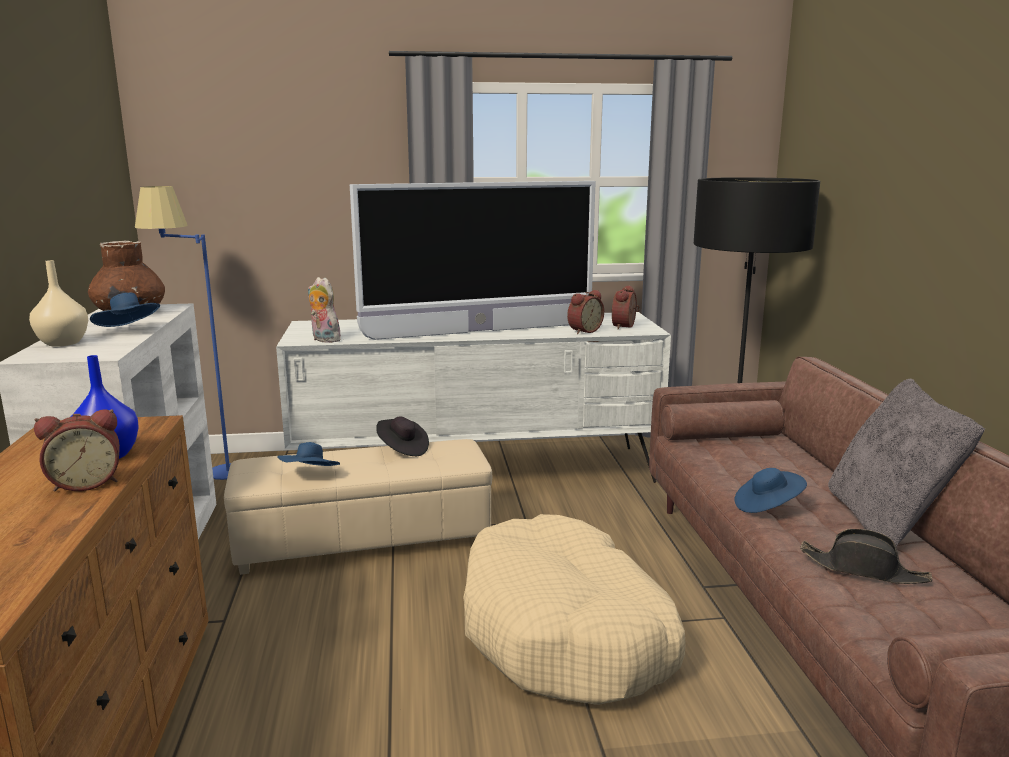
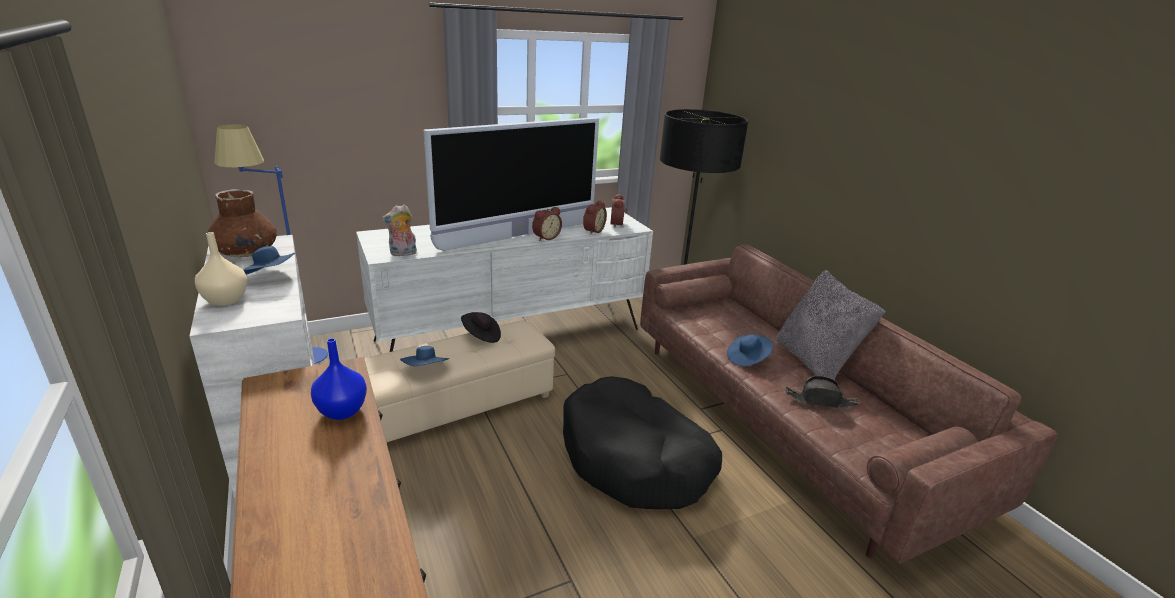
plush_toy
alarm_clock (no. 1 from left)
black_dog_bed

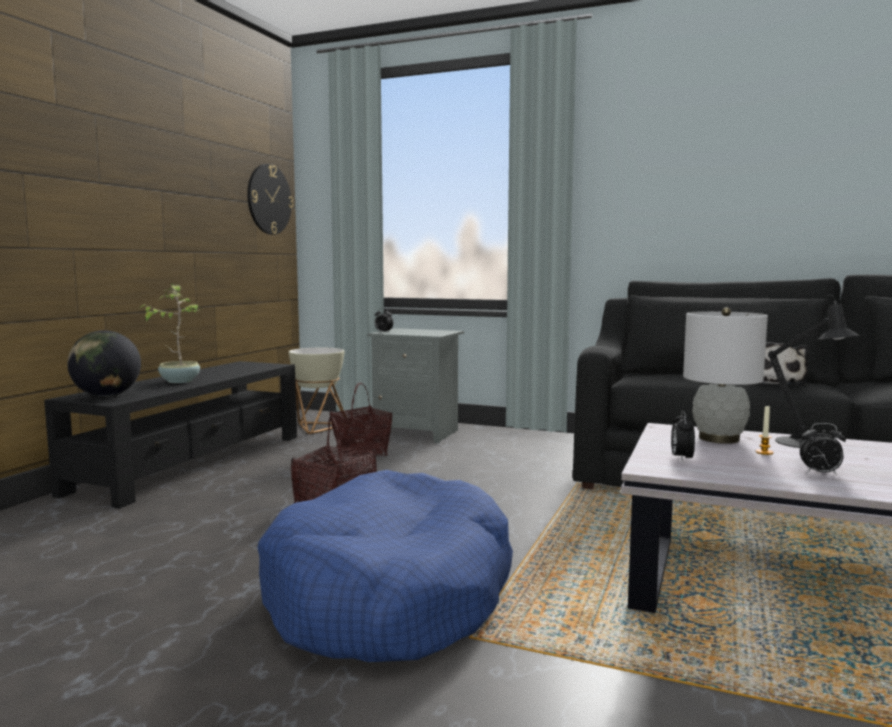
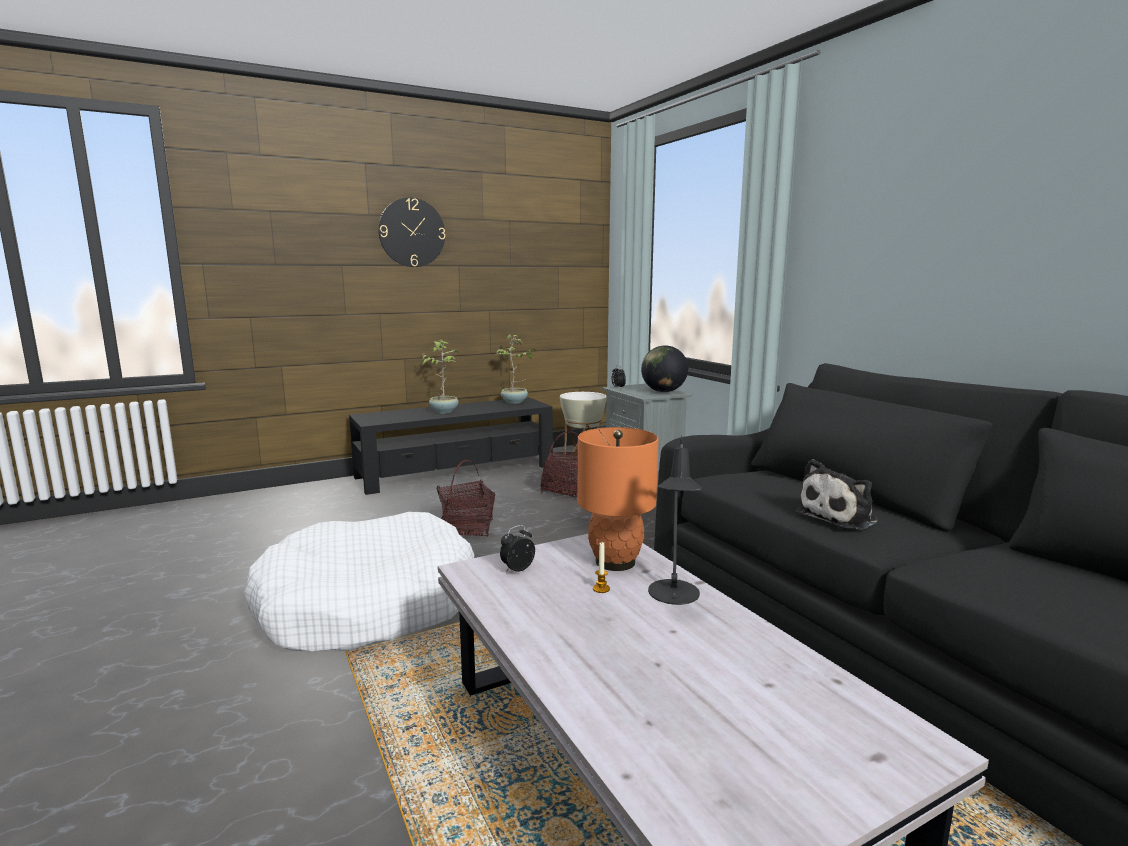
white_dog_bed
wall_clock
potted_plant (no. 2 from left)
orange_table_lamp
globe
alarm_clock (no. 3 from left in the first image)

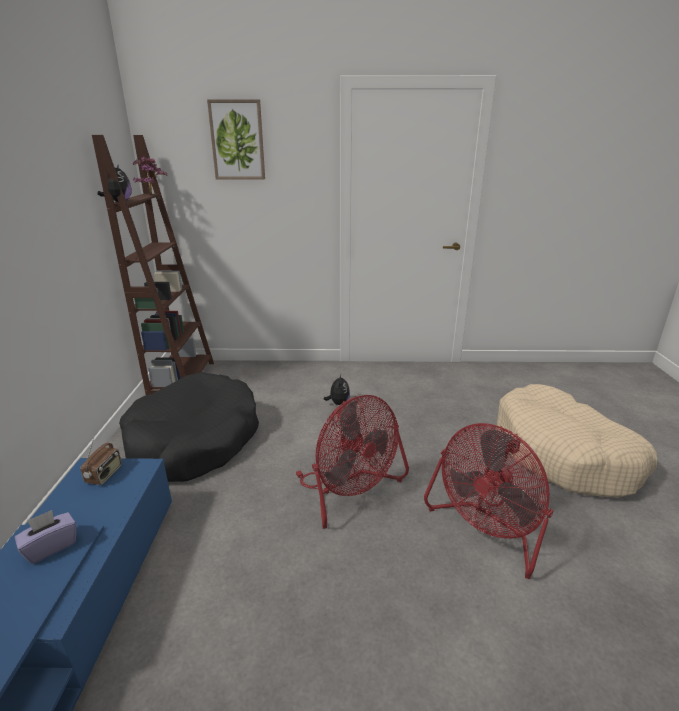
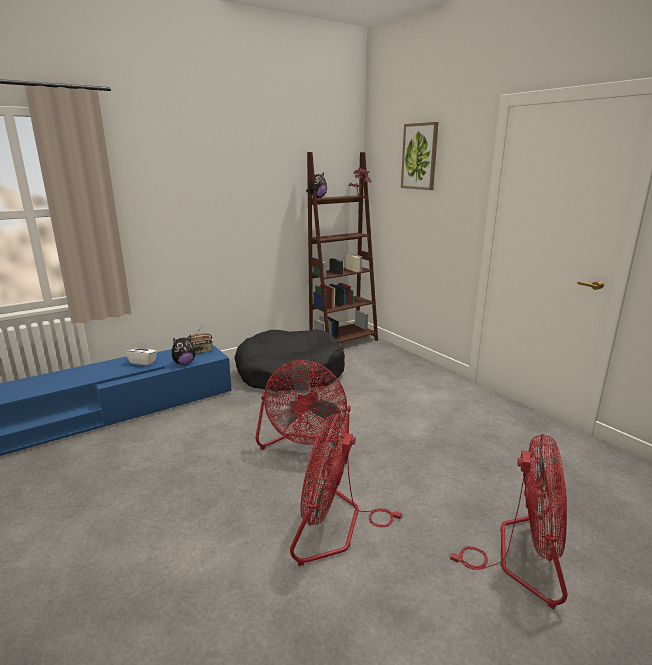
white_tissue_box
plush_toy (no. 1 from left)
red_fan (no. 3 from left)

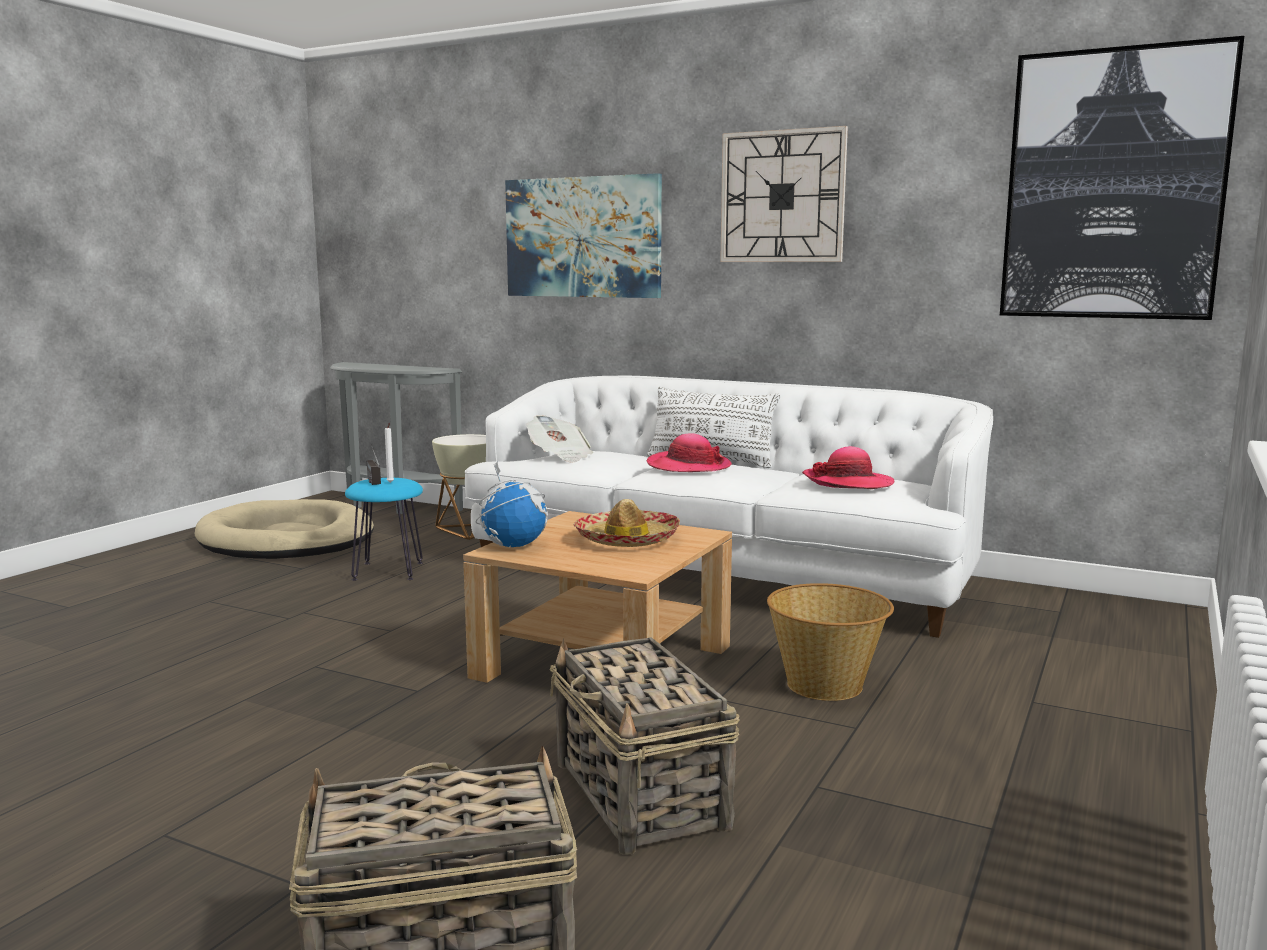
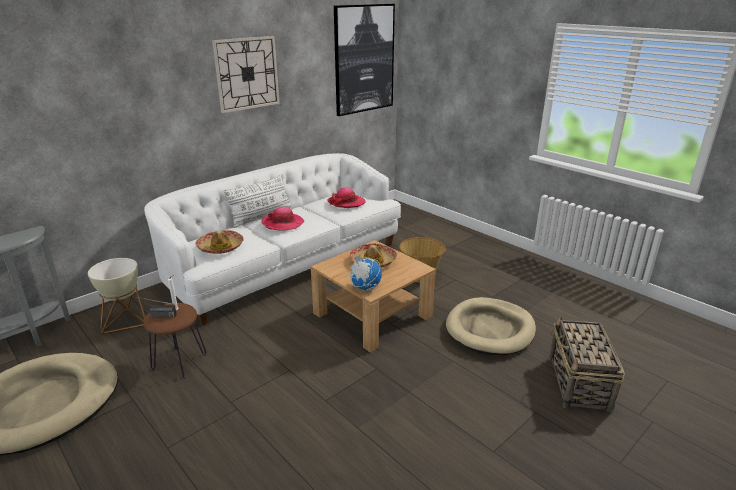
brown_stool
hat (no. 1 from left)
beige_dog_bed (no. 2 from left)
picture (no. 1 from left in the first image)

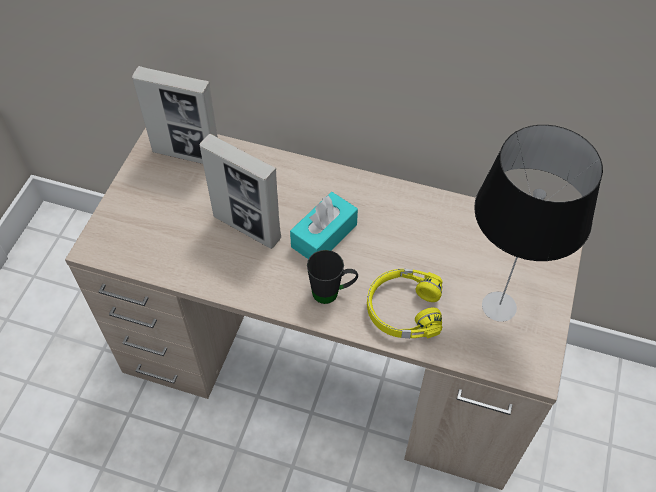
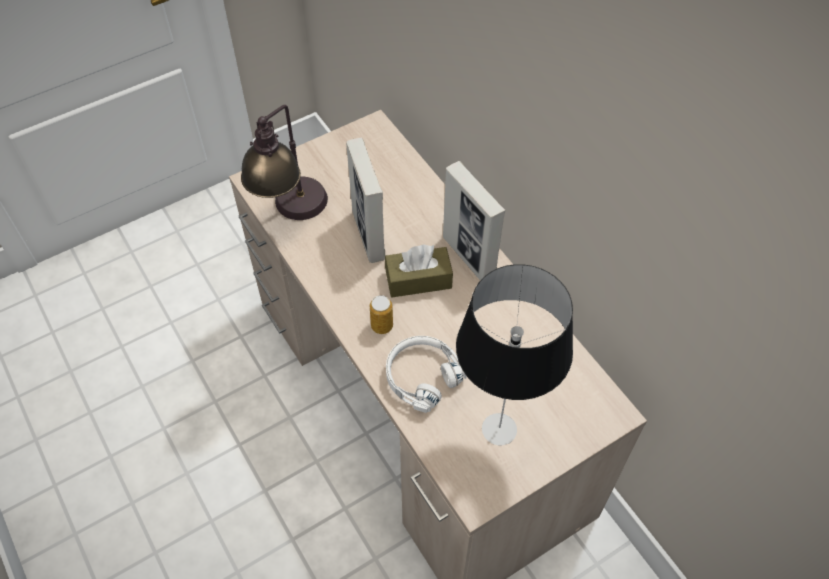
table_lamp (no. 1 from left)
can
brown_tissue_box
white_headphones
picture_frame (no. 2 from left)

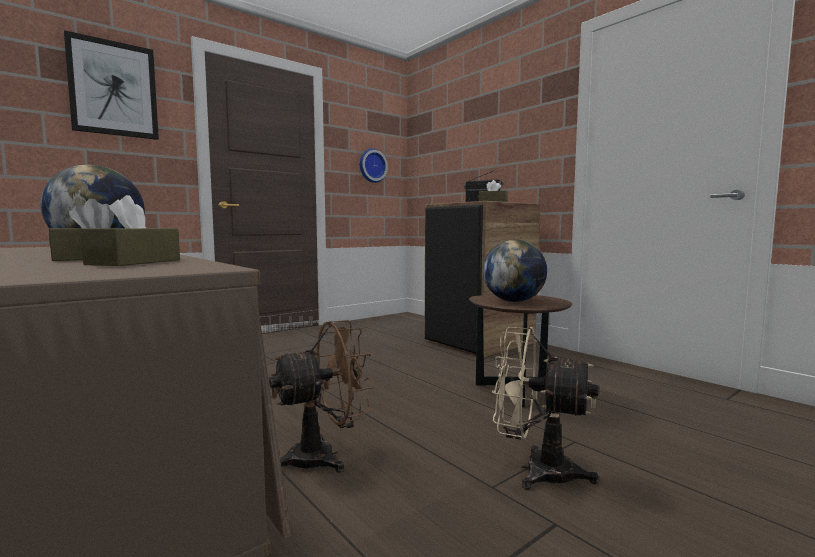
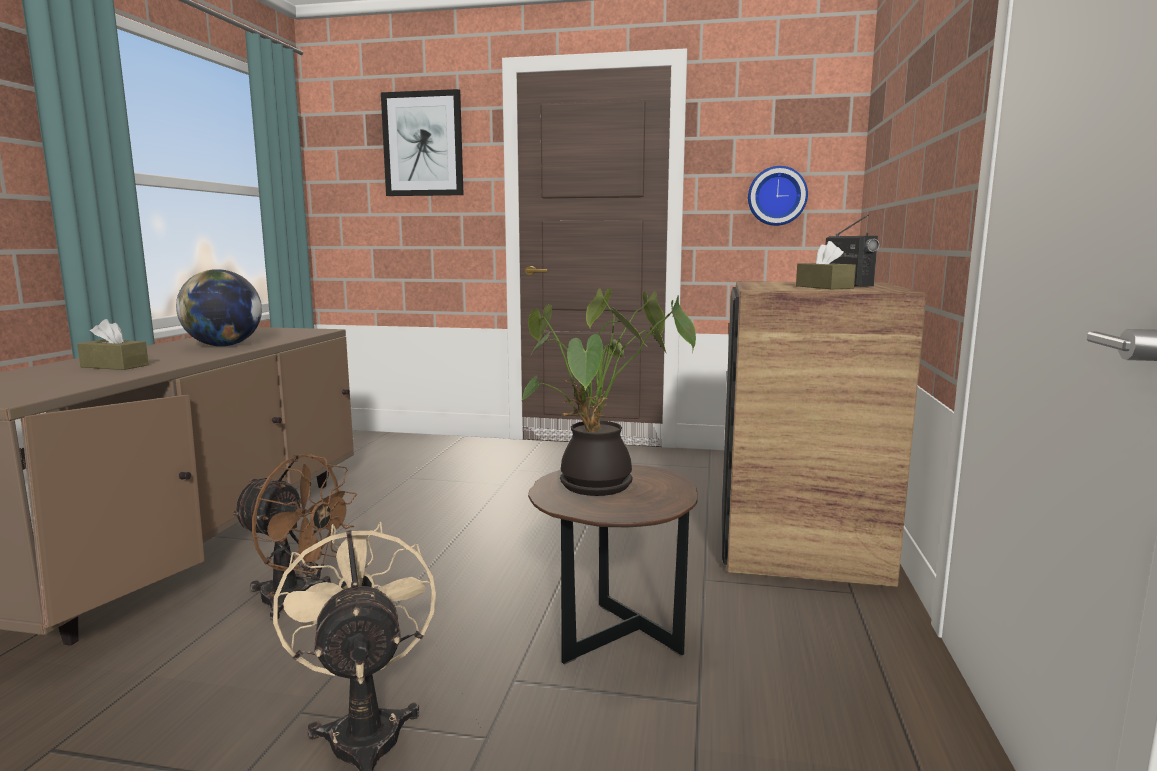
potted_plant
brown_tissue_box (no. 2 from left in the first image)

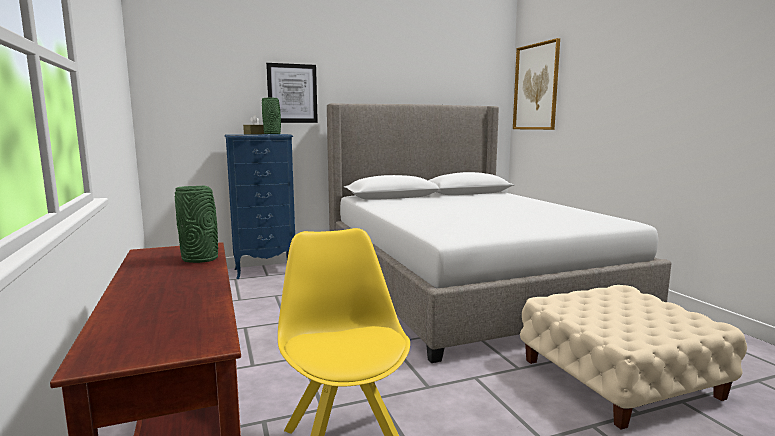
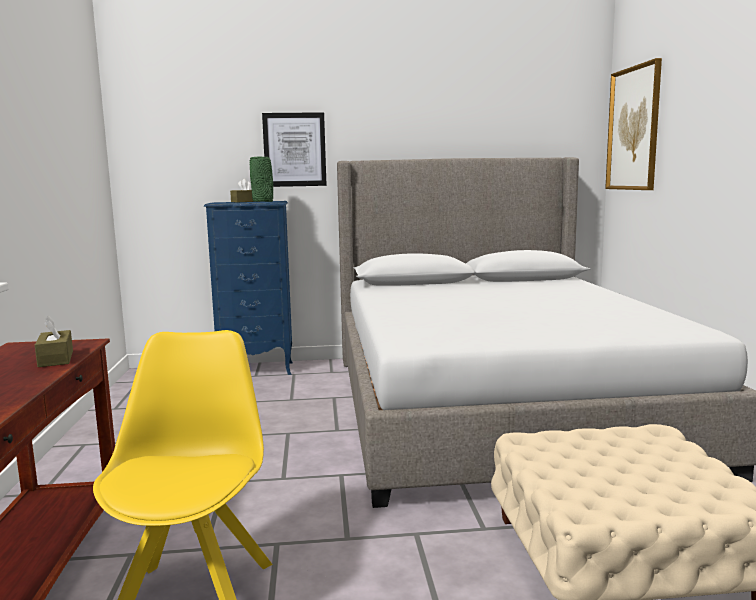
brown_tissue_box (no. 1 from left)

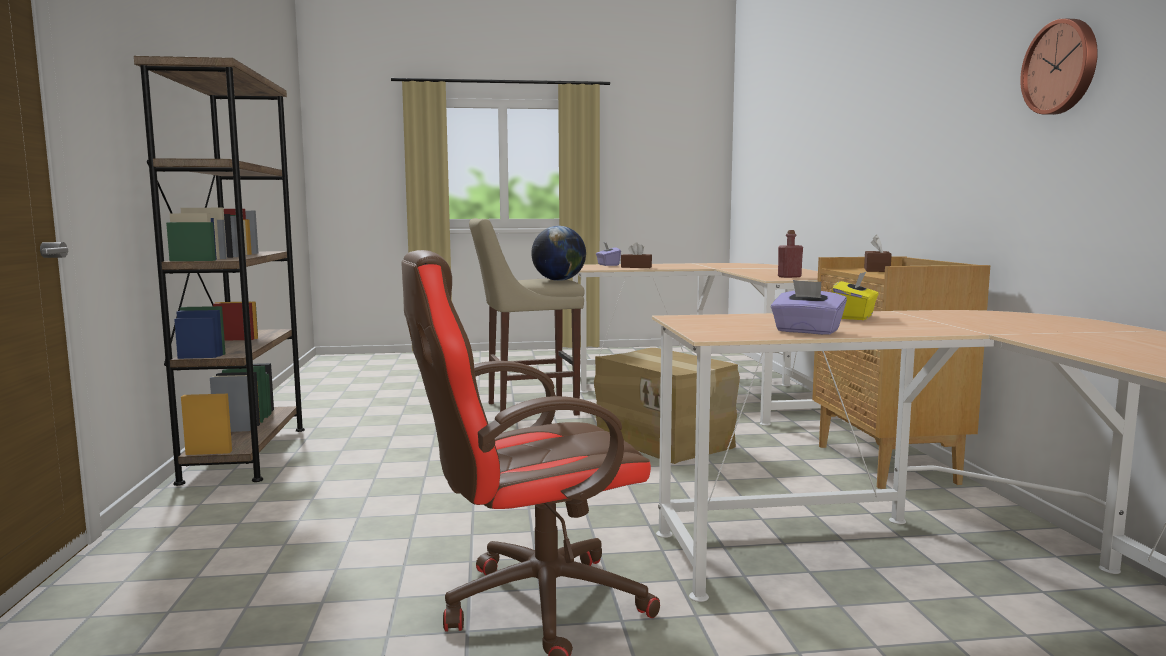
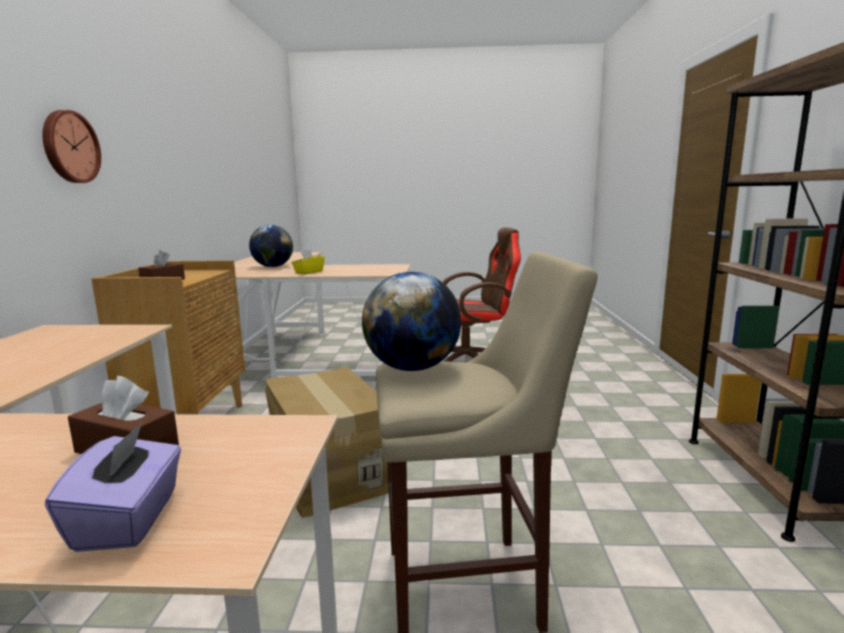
wall_clock
globe (no. 1 from left)
purple_tissue_box (no. 2 from left in the first image)
red_bottle

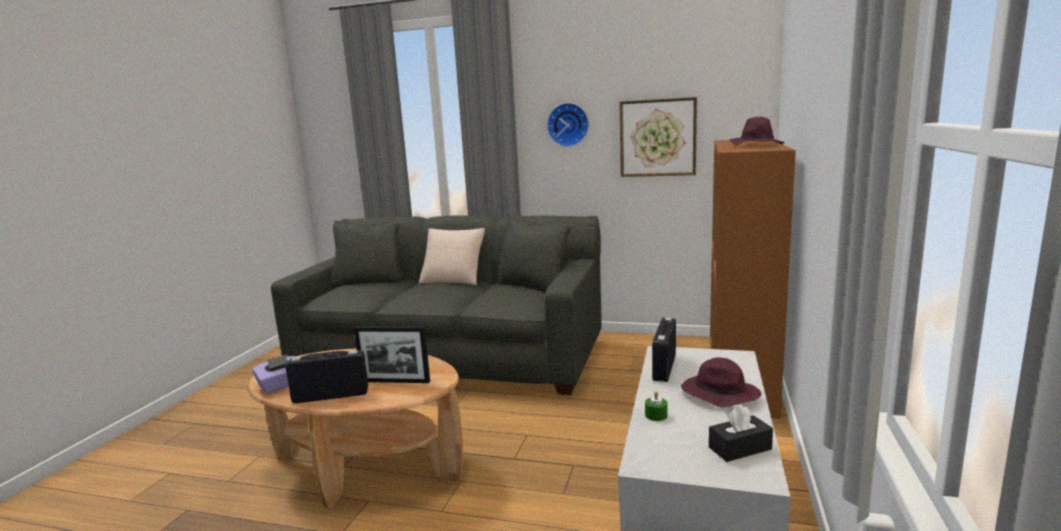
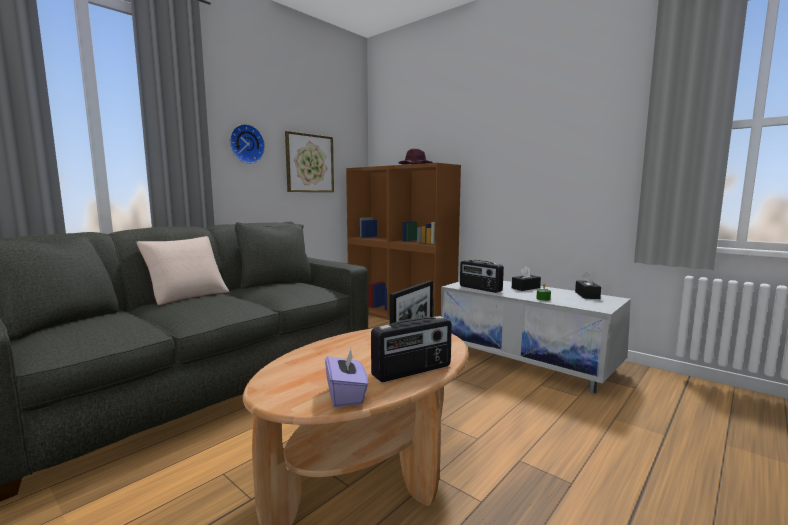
radio (no. 1 from left)
black_tissue_box (no. 1 from left)

